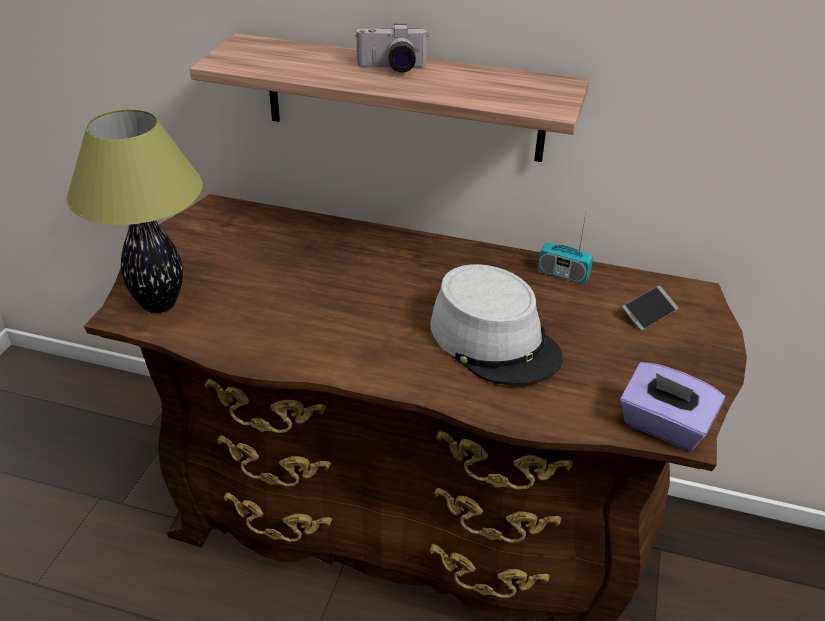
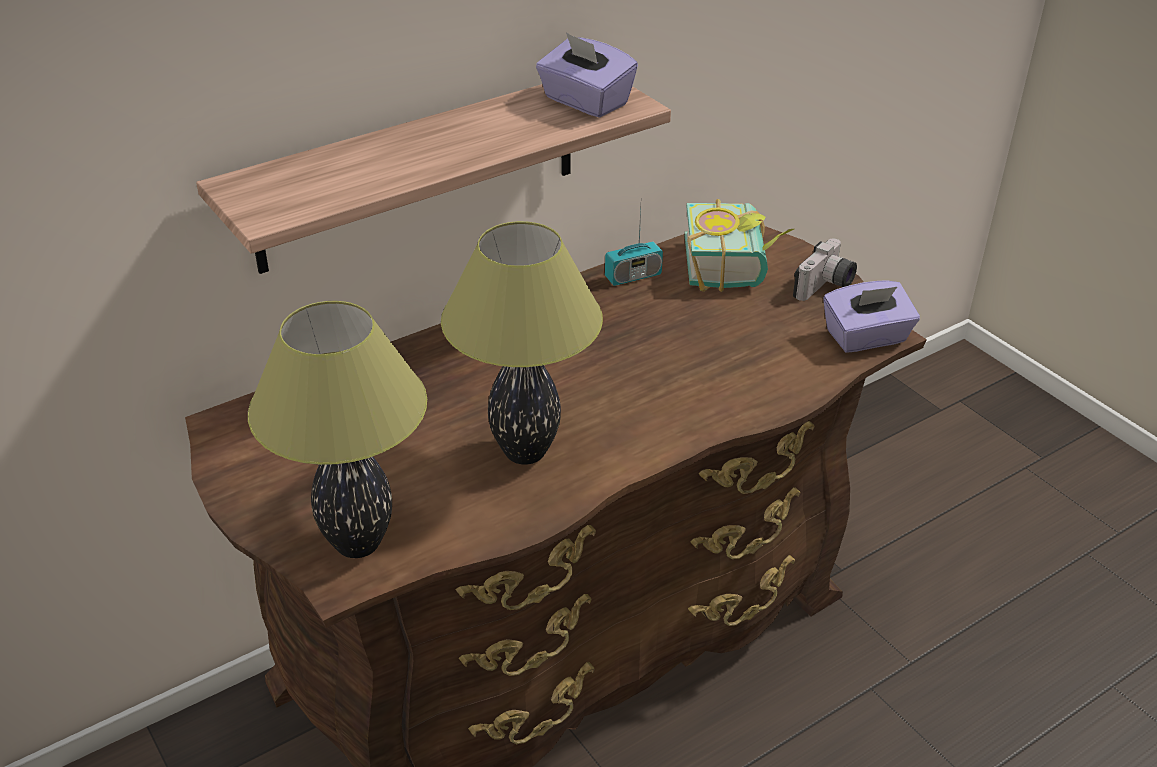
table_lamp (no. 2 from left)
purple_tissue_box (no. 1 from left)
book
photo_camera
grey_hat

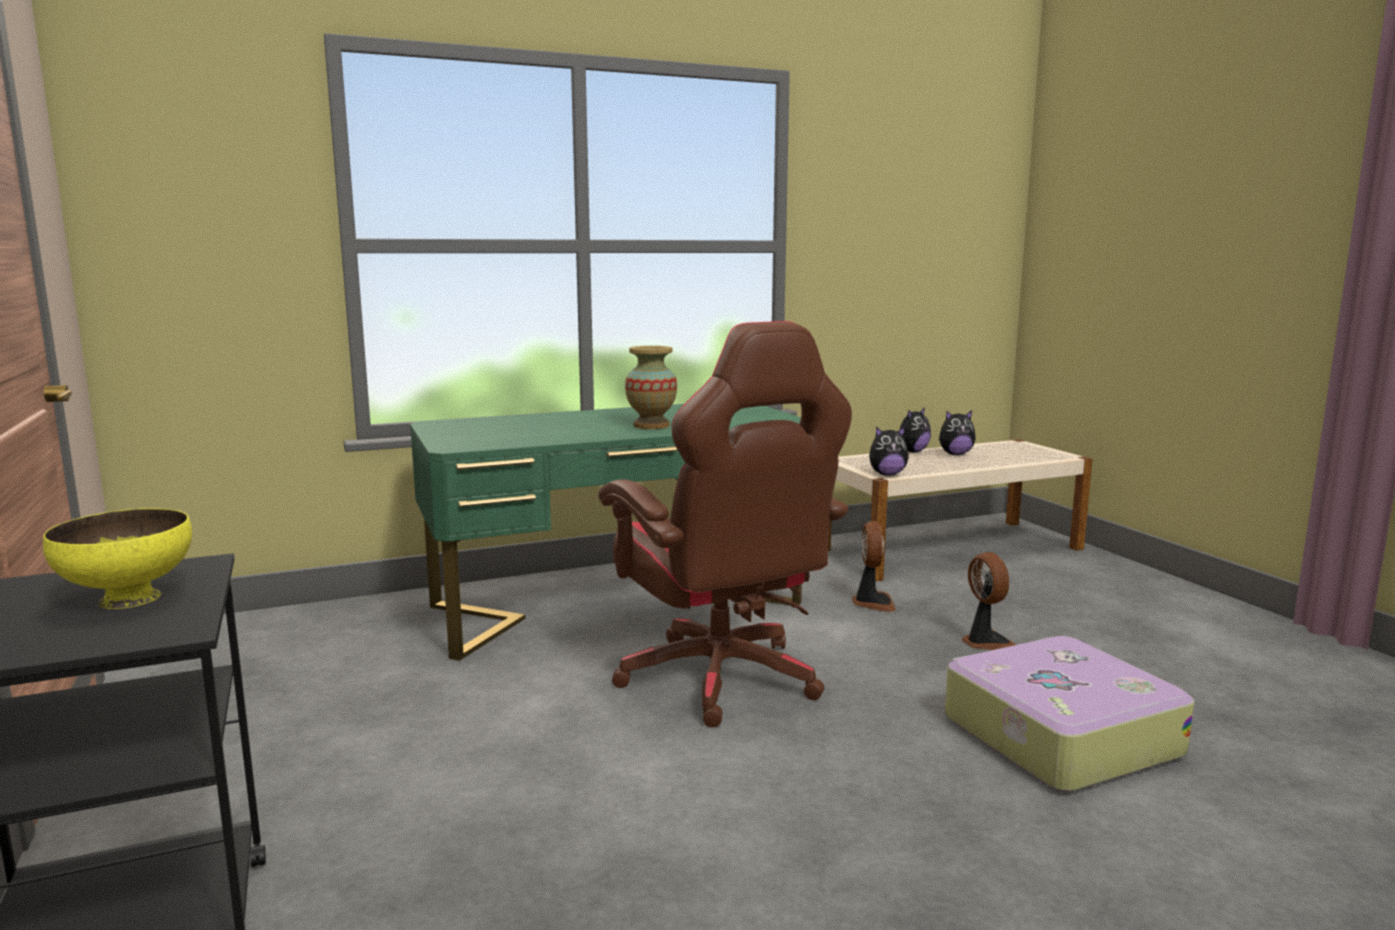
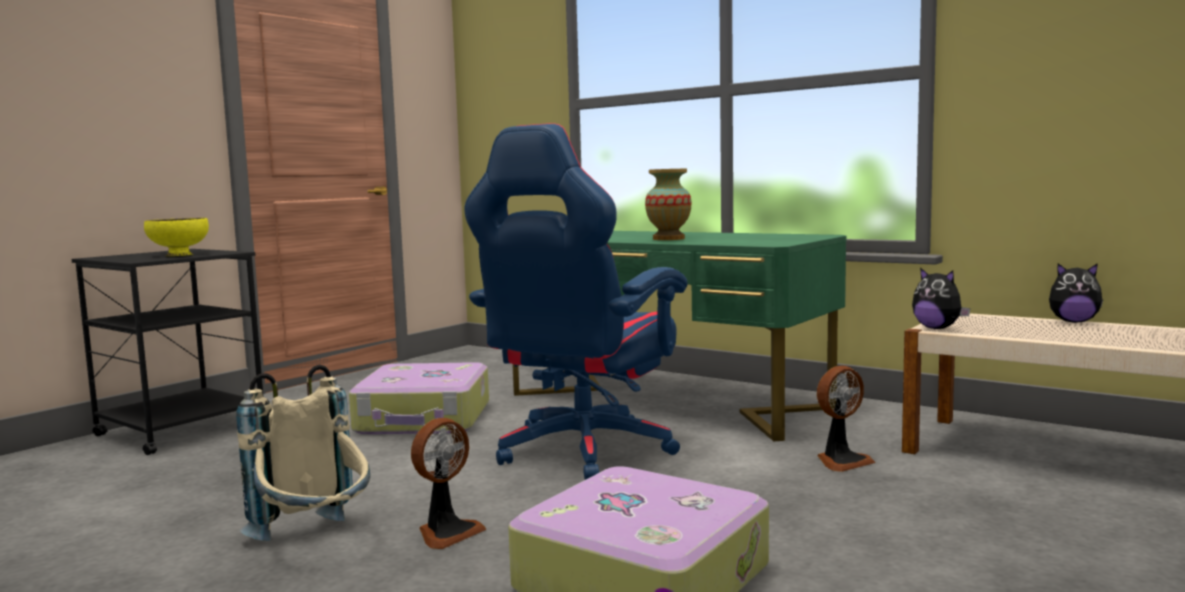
beige_backpack
suitcase (no. 1 from left)
fan (no. 1 from left)
blue_office_chair
plush_toy (no. 3 from left in the first image)

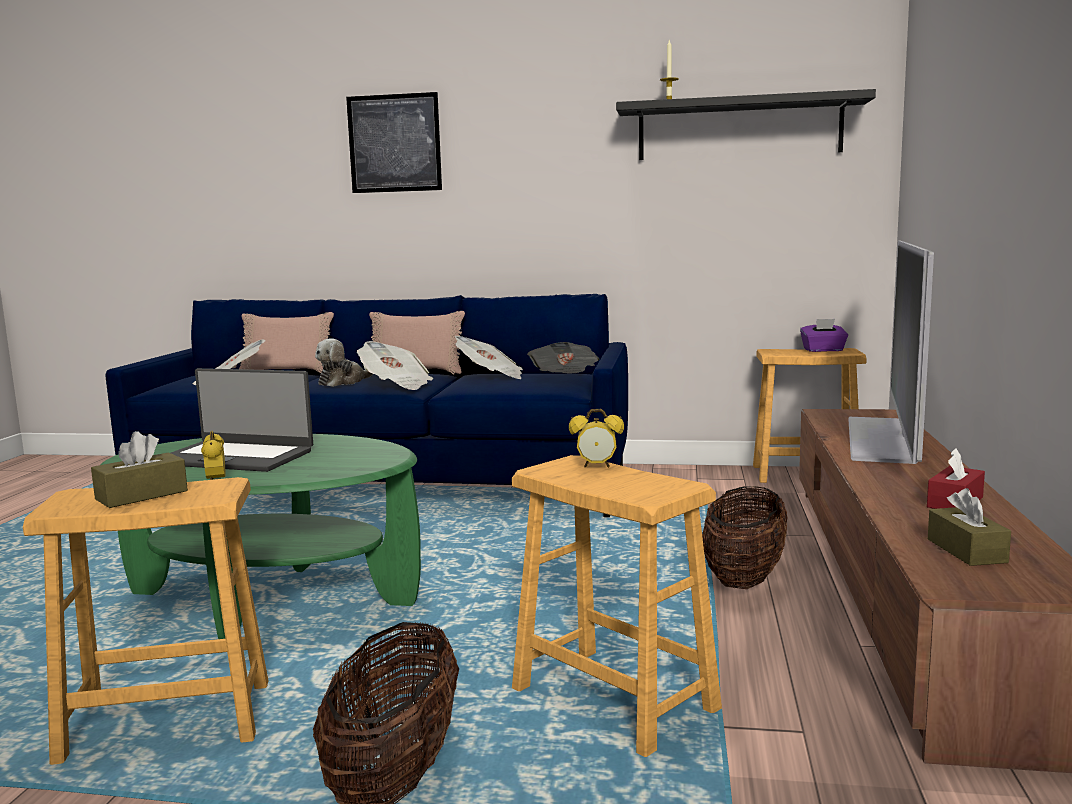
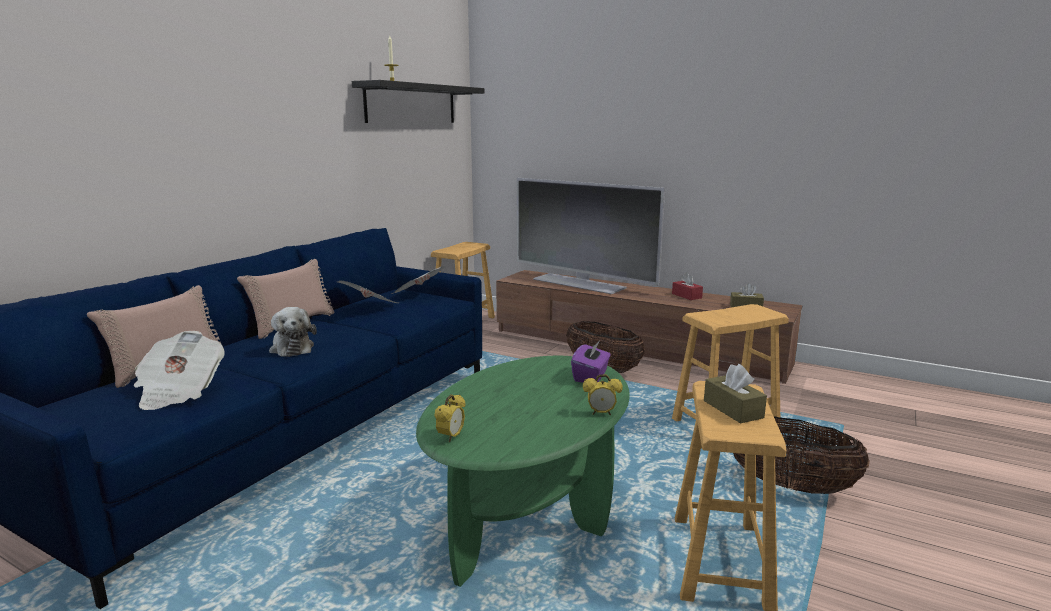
alarm_clock (no. 1 from left)
purple_tissue_box
laptop
picture
newspaper (no. 2 from left in the first image)

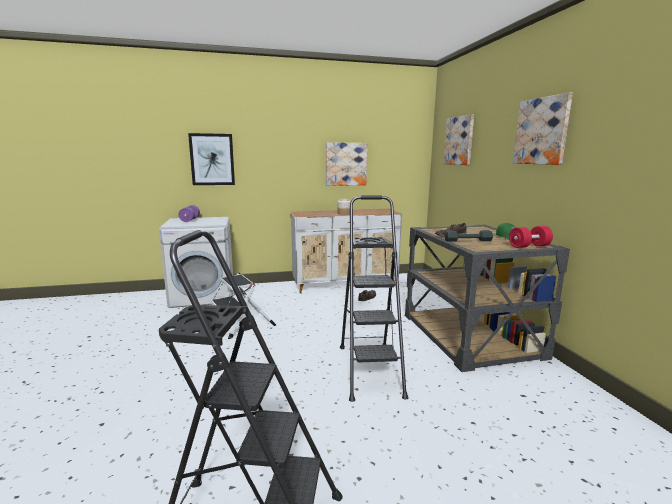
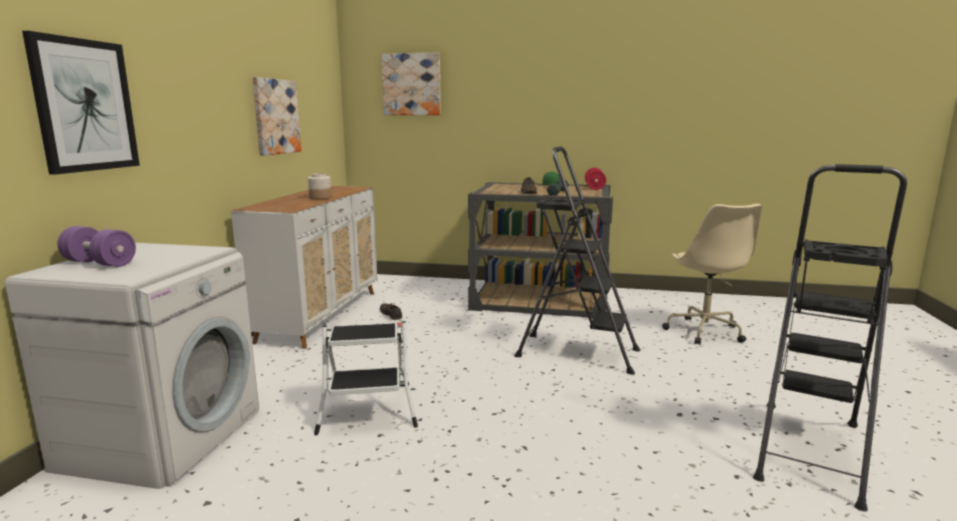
beige_office_chair
picture (no. 4 from left in the first image)

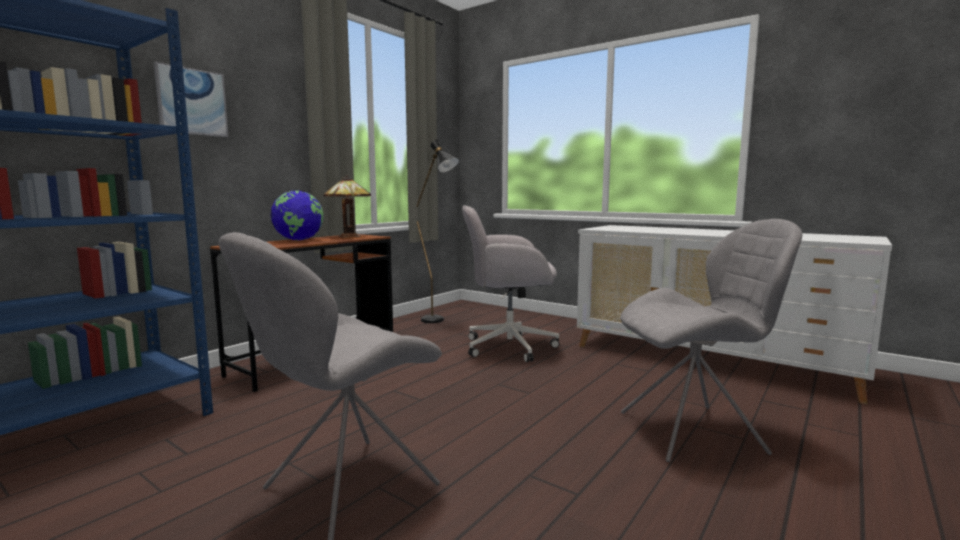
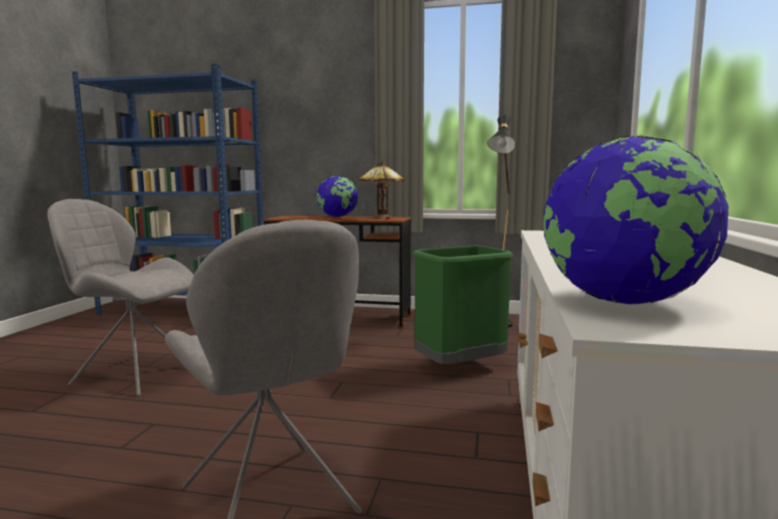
green_trash_can
globe (no. 2 from left)
picture

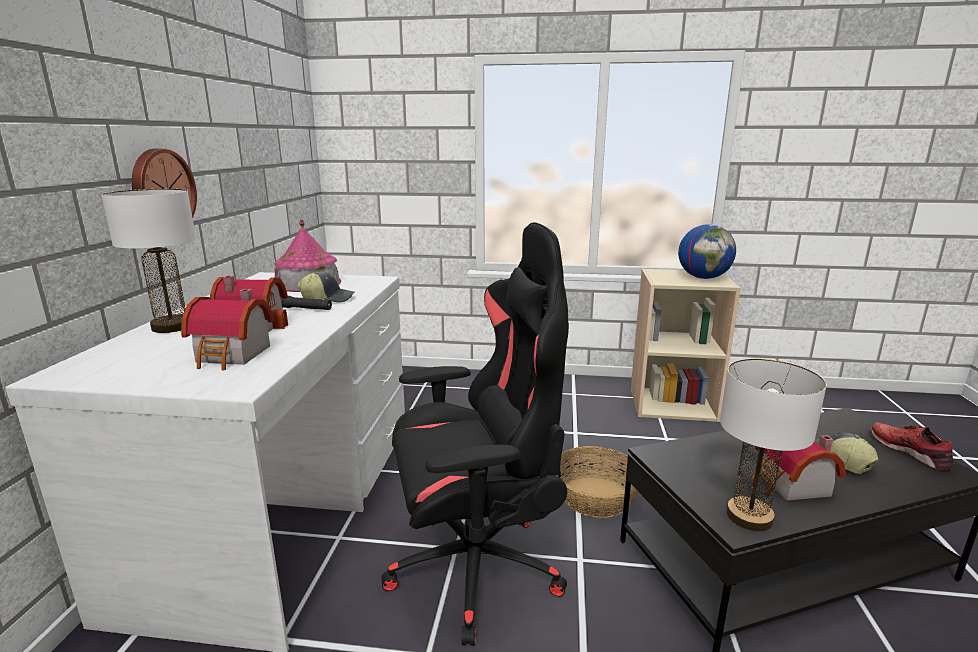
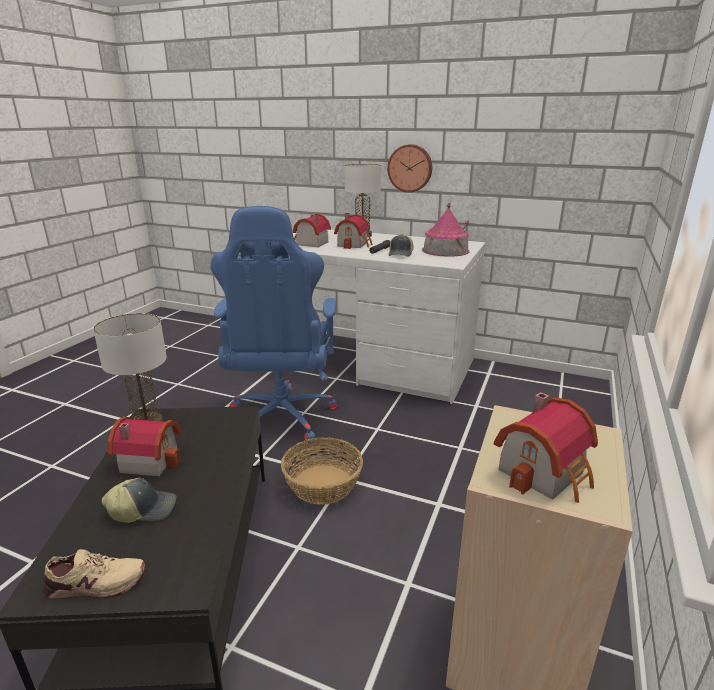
beige_shoe
blue_office_chair
toy_house (no. 5 from left)

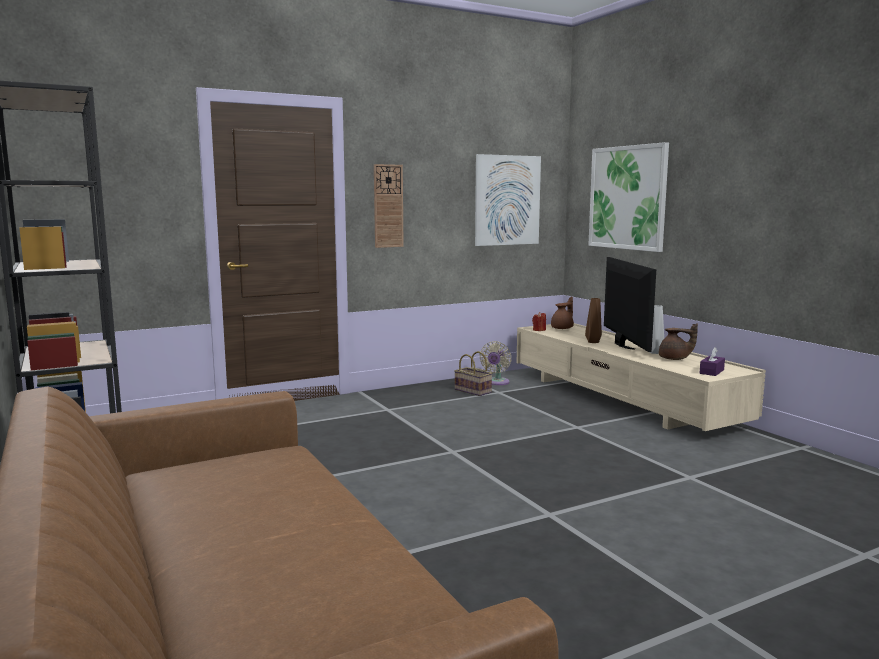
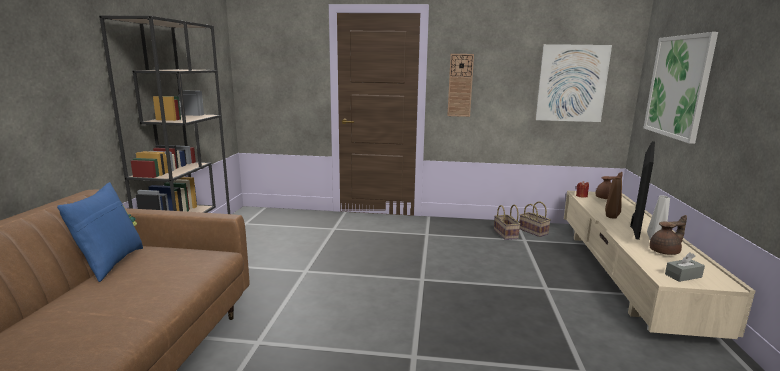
blue_pillow
basket (no. 2 from left)
brown_teapot (no. 2 from left)
grey_tissue_box

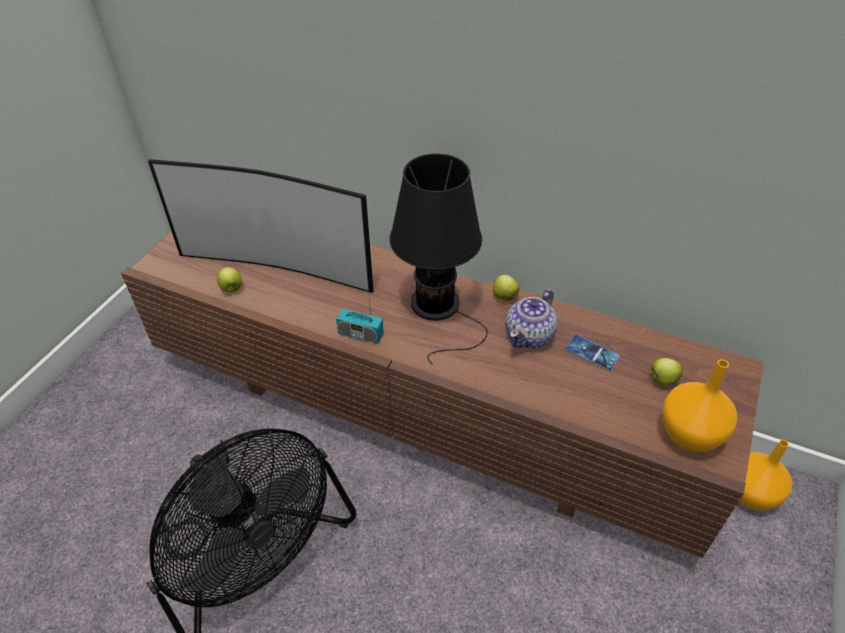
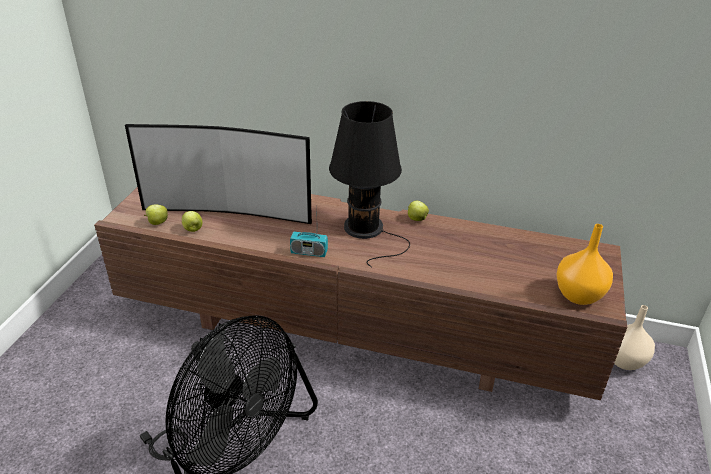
apple (no. 1 from left)
beige_vase
teapot
phone

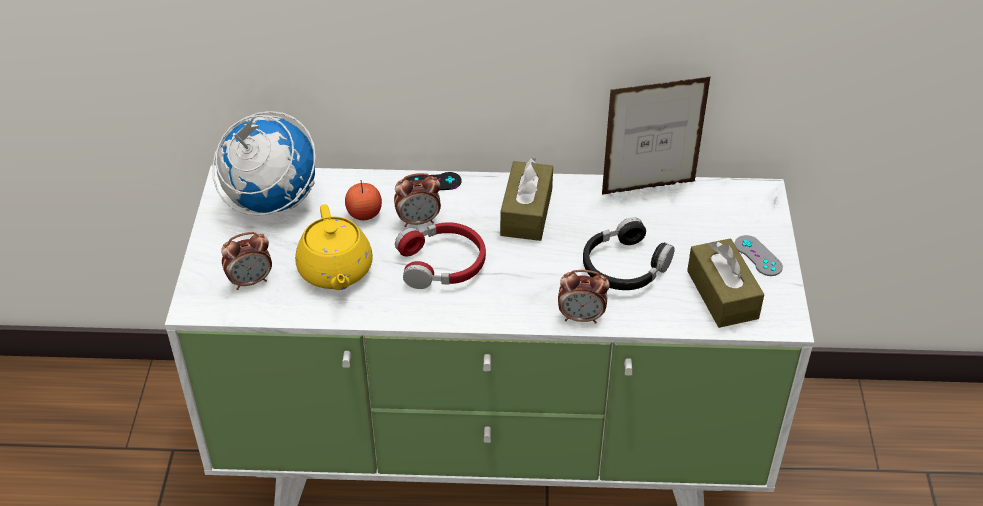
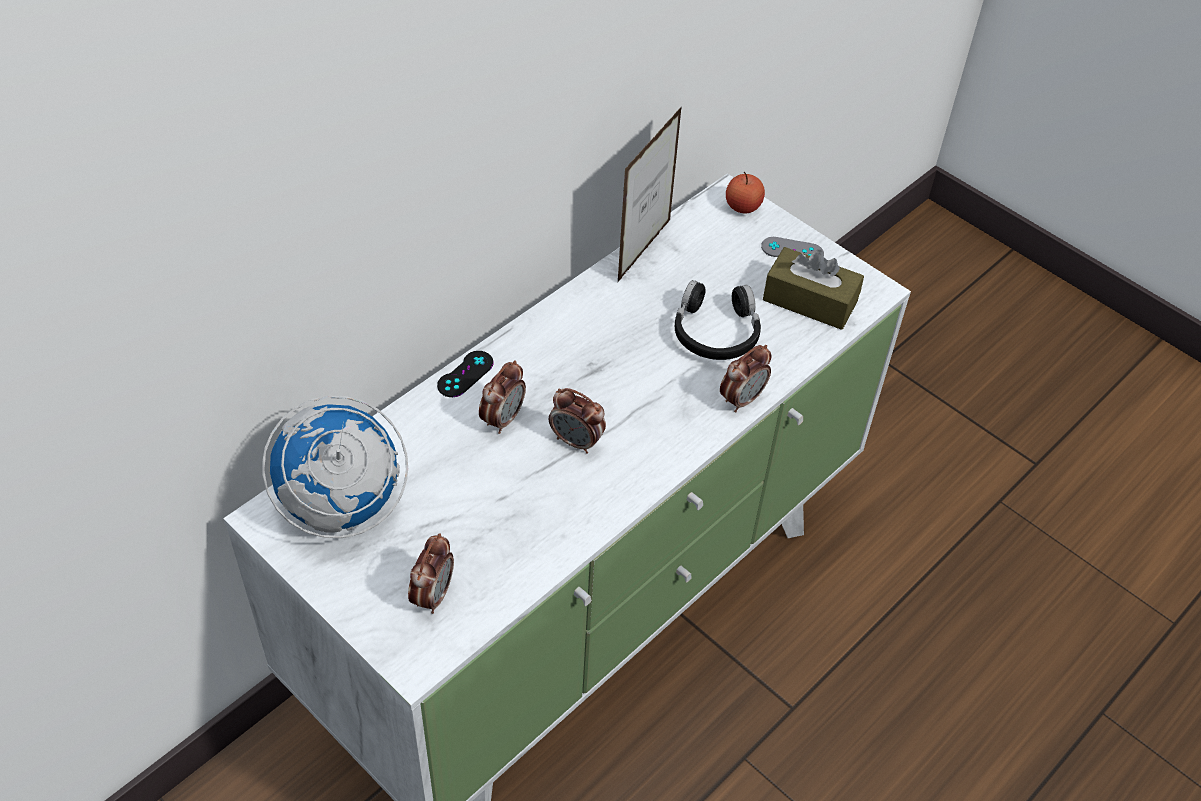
alarm_clock (no. 3 from left)
apple
yellow_teapot
brown_tissue_box (no. 1 from left in the first image)

